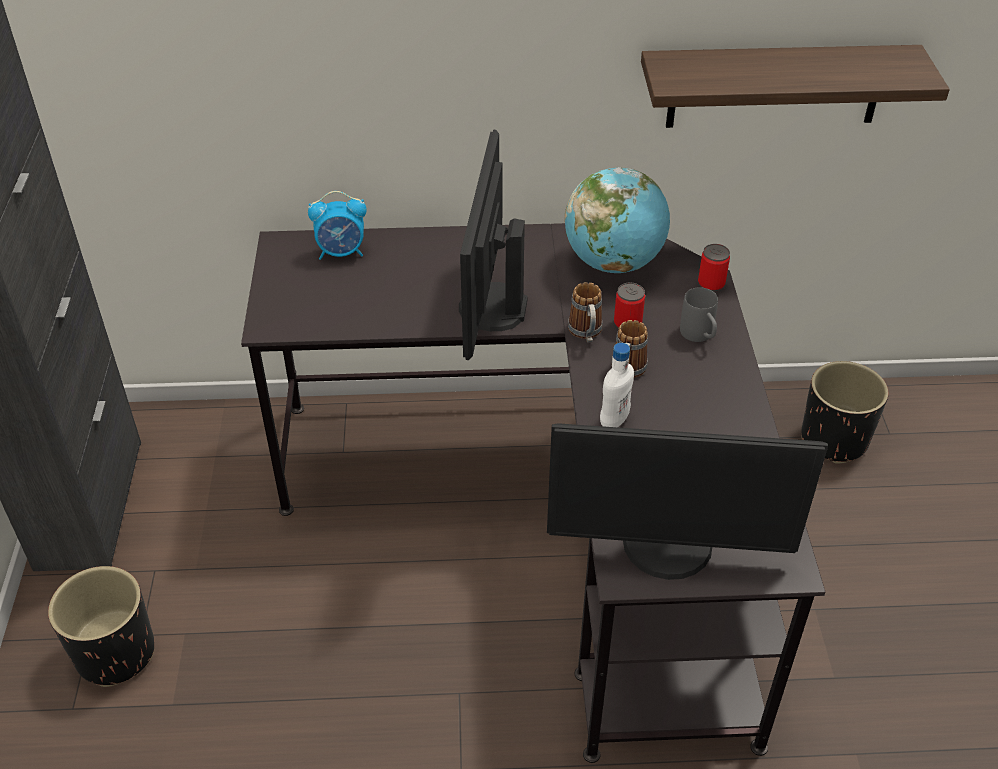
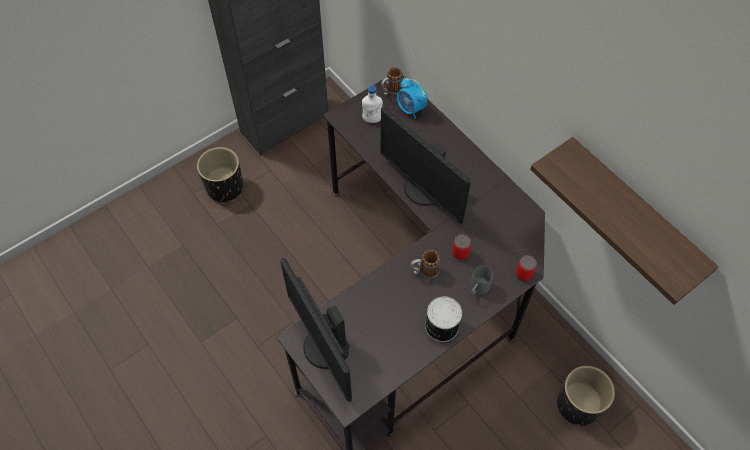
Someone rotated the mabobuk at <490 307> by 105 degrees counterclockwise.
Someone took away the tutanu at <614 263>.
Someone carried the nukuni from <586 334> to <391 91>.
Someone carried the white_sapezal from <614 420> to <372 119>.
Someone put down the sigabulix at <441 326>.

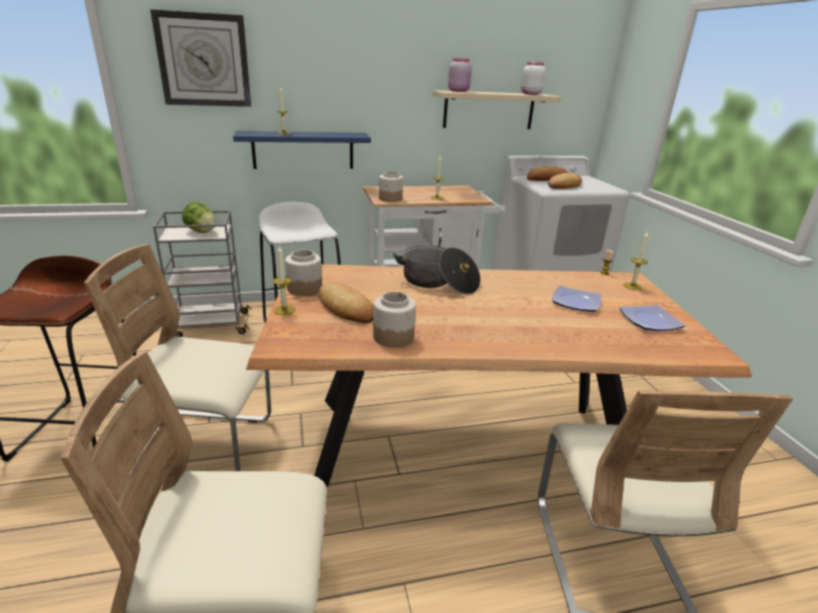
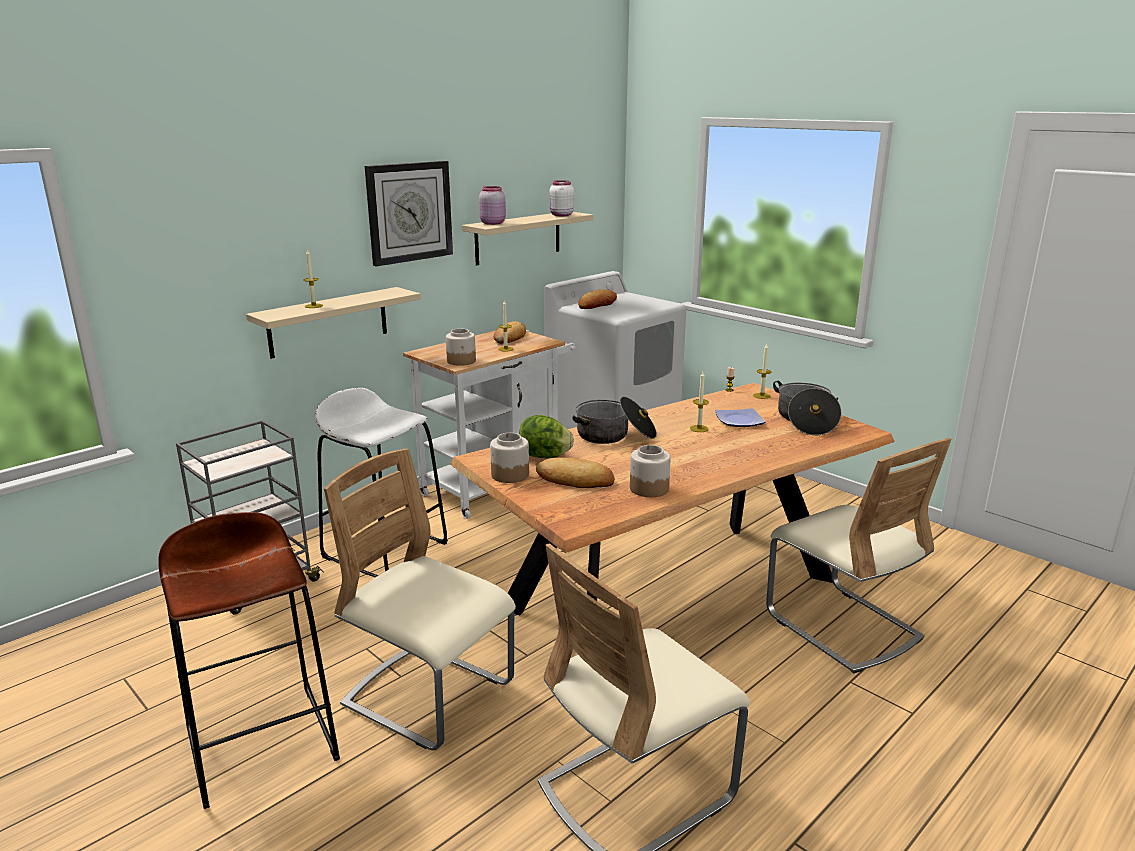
Someone carried the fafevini from <204 60> to <409 212>.
Someone repainted the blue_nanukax at <303 150>, which became the beige_nanukax at <328 322>.
Someone carried the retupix from <564 186> to <509 337>.
Someone carried the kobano from <201 232> to <544 456>.
Someone rotated the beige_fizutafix at <206 447> by 60 degrees clockwise.
Someone carried the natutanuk from <284 310> to <699 428>.
Someone swapped the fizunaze at <651 321> for the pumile at <805 420>.

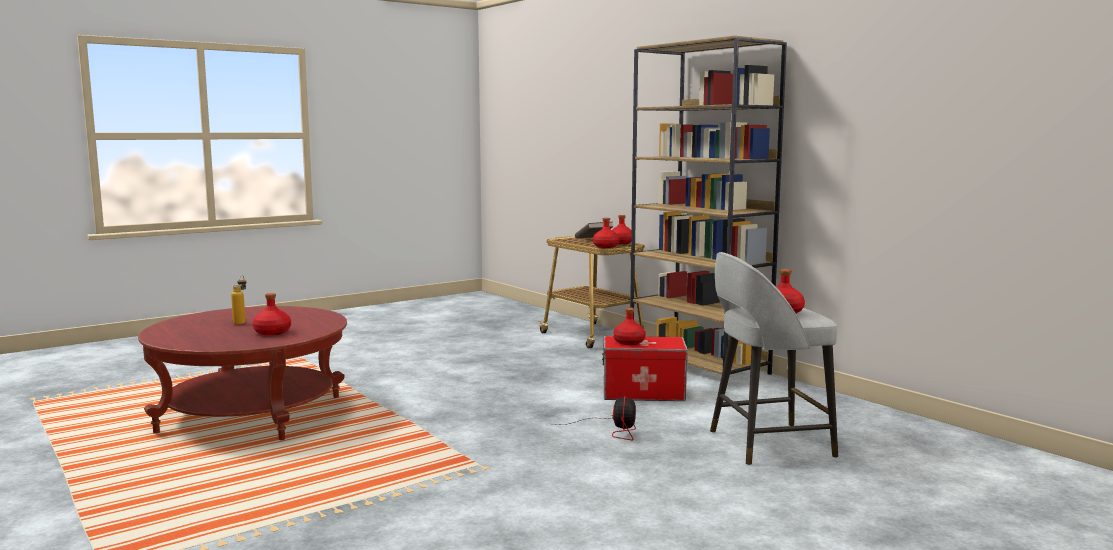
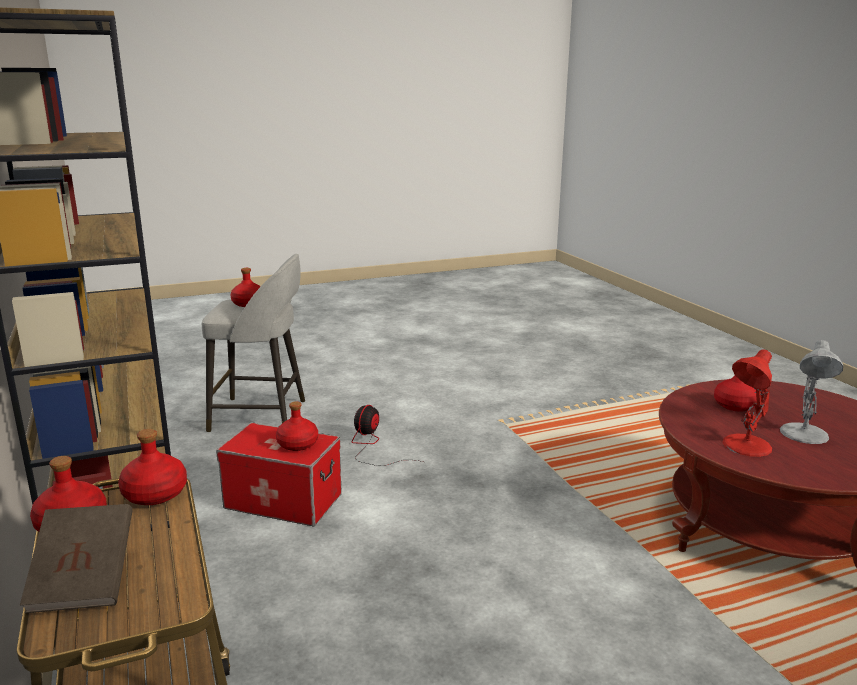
Someone swapped the sapezal at <241 322> for the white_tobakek at <804 434>.
Someone put down the red_tobakek at <745 446>.

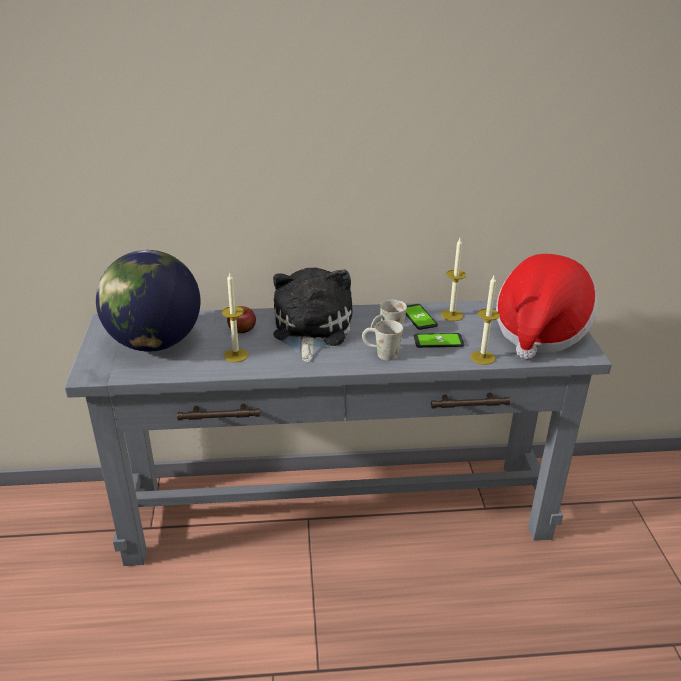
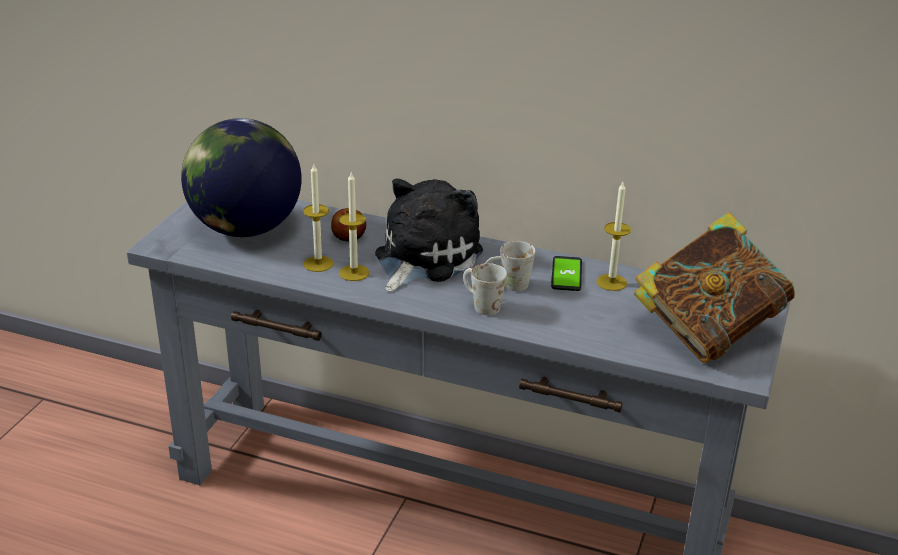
Someone swapped the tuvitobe at <539 332> for the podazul at <708 331>.
Someone carried the natutanuk from <482 357> to <354 273>.
Someone took away the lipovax at <438 341>.

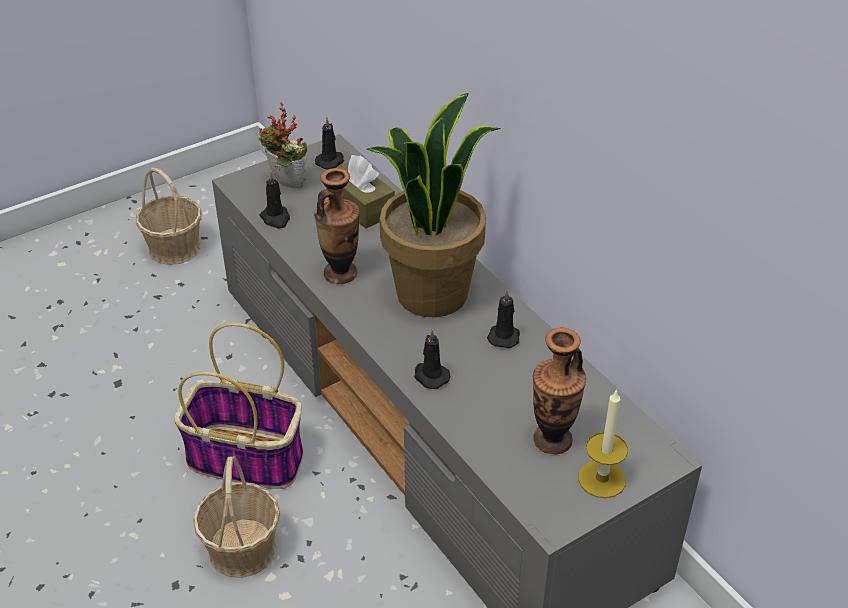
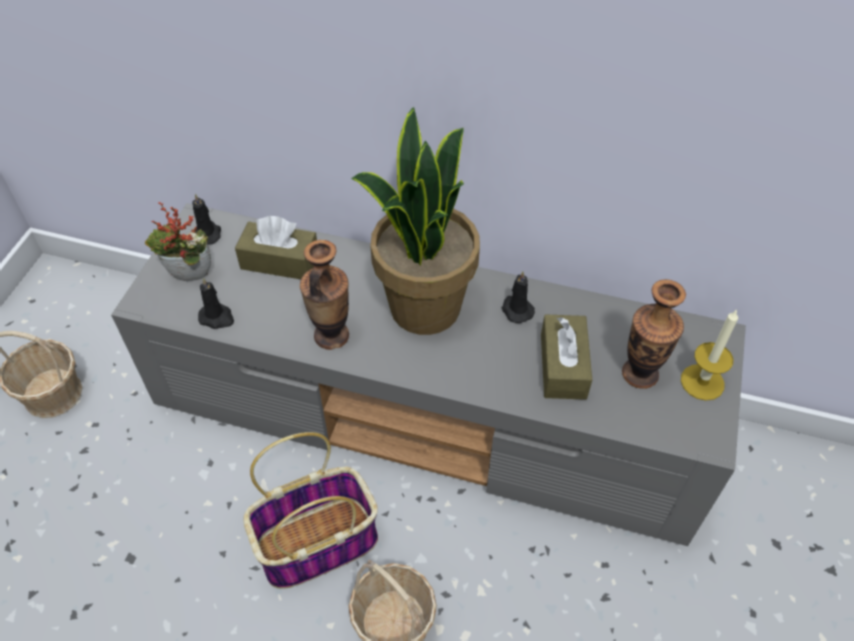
Someone took away the black_natutanuk at <430 376>.
Someone put down the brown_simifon at <563 366>.

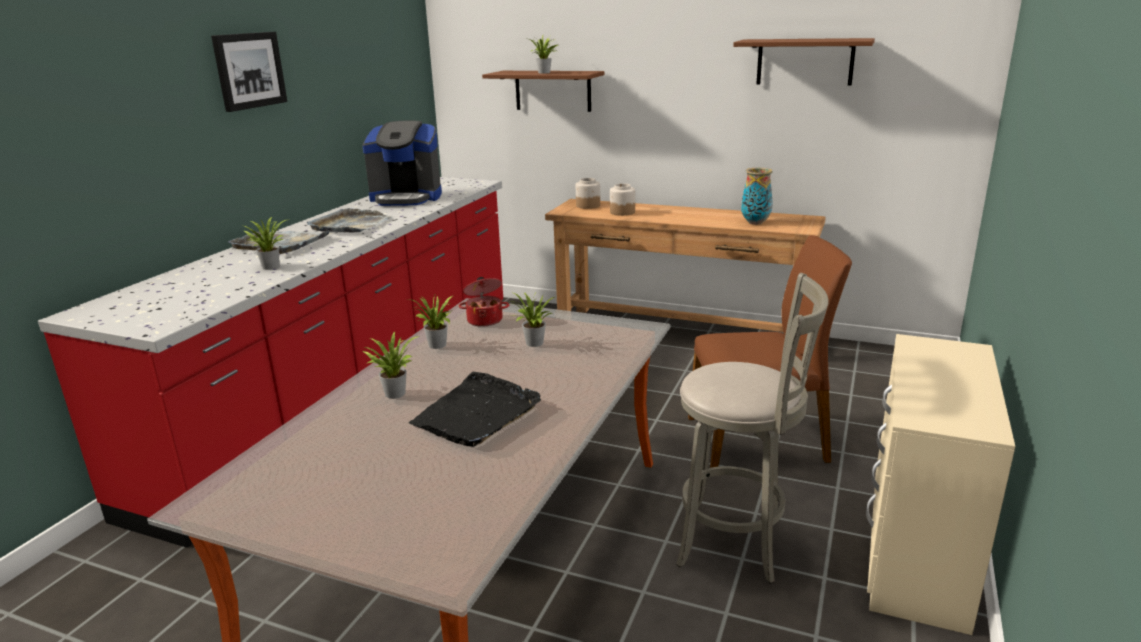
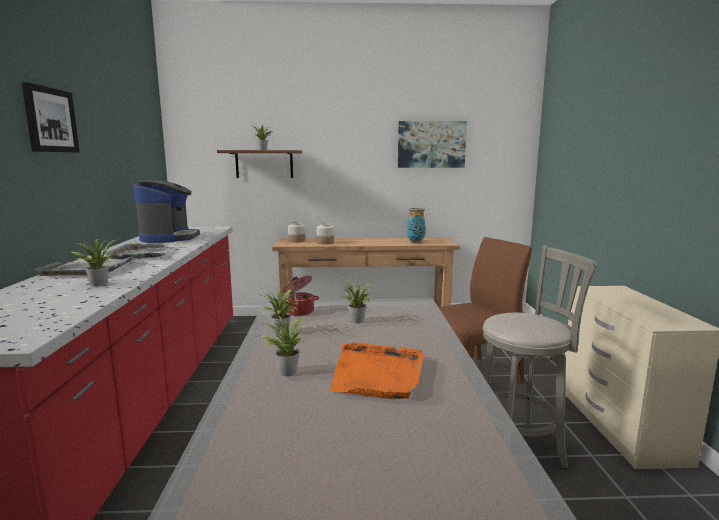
Someone swapped the brown_nanukax at <805 62> for the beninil at <431 144>.
Someone rotated the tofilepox at <406 198> by 75 degrees counterclockwise.
Someone repainted the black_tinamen at <477 414>, which became the orange_tinamen at <377 374>.

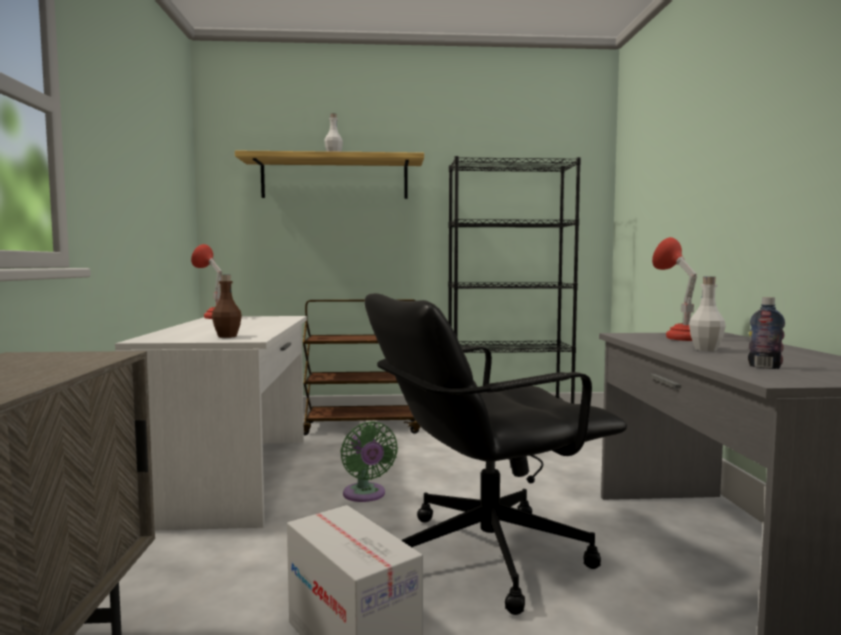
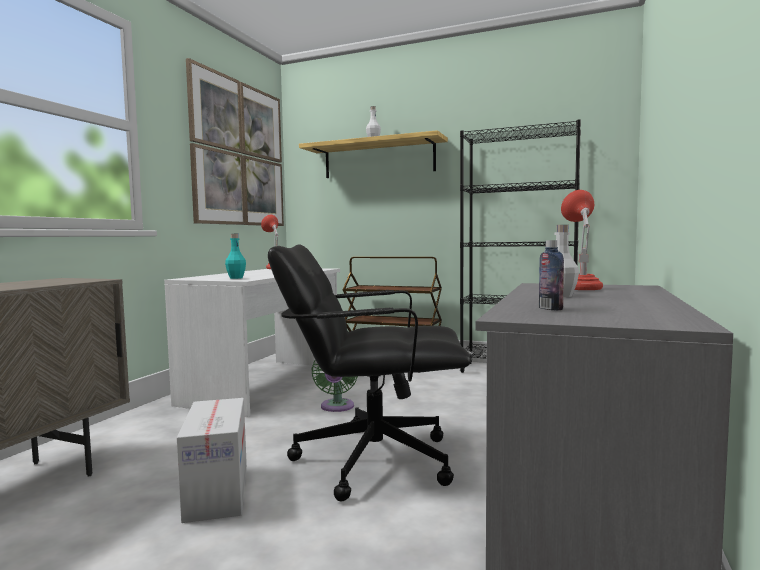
Someone repainted the brown_sapezal at <227 336>, which became the turquoise_sapezal at <236 278>.
Someone put up the beninil at <239 154>.

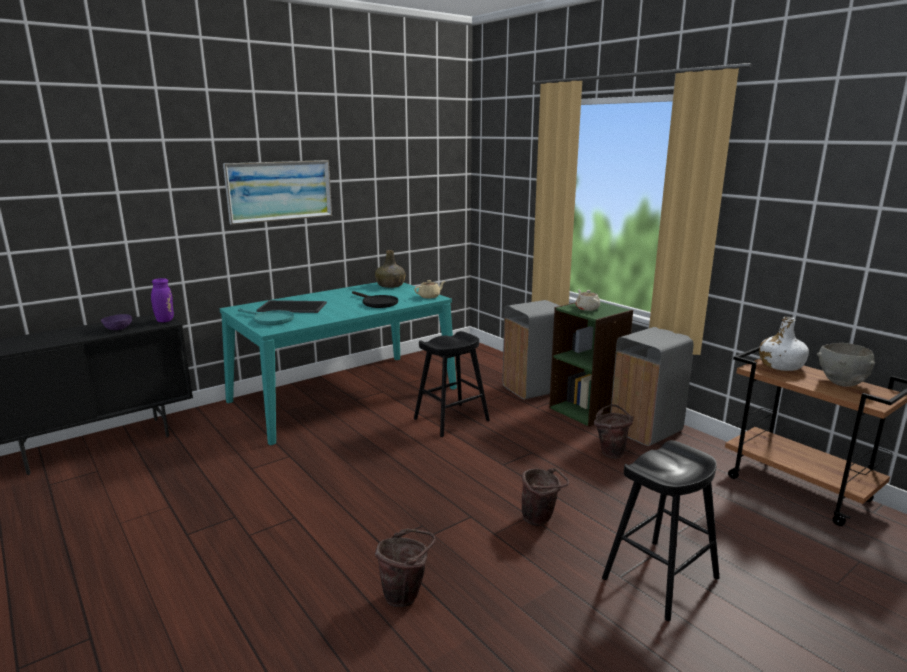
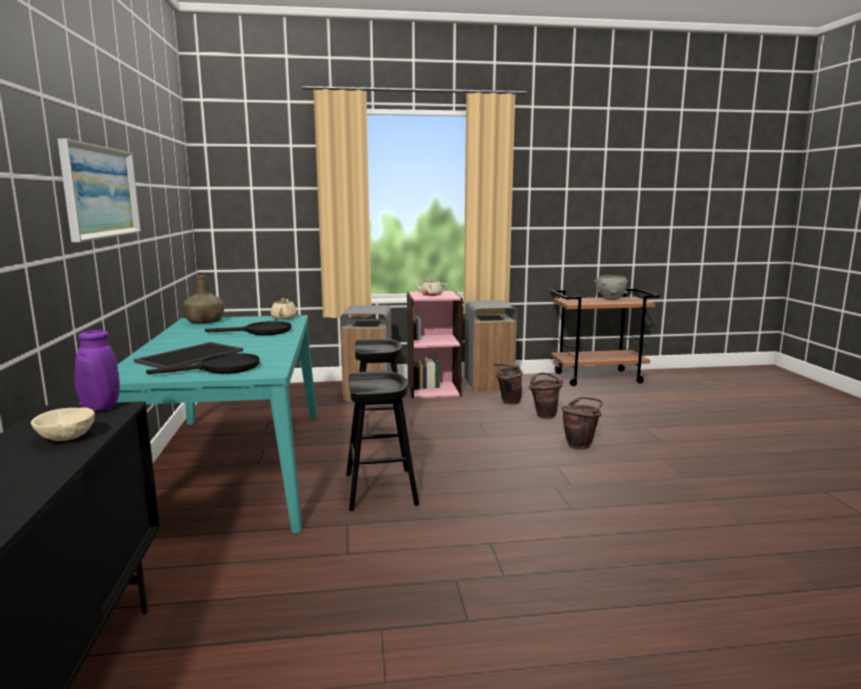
Someone repainted the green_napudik at <586 410>, which became the pink_napudik at <433 390>.
Someone repainted the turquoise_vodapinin at <269 319>, which became the black_vodapinin at <221 368>.
Someone repainted the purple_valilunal at <118 329>, which became the beige_valilunal at <67 437>.
Someone took away the white_sapezal at <780 366>.
Someone carried the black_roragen from <660 578> to <380 489>.
Someone carried the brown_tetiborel from <406 595> to <544 415>.

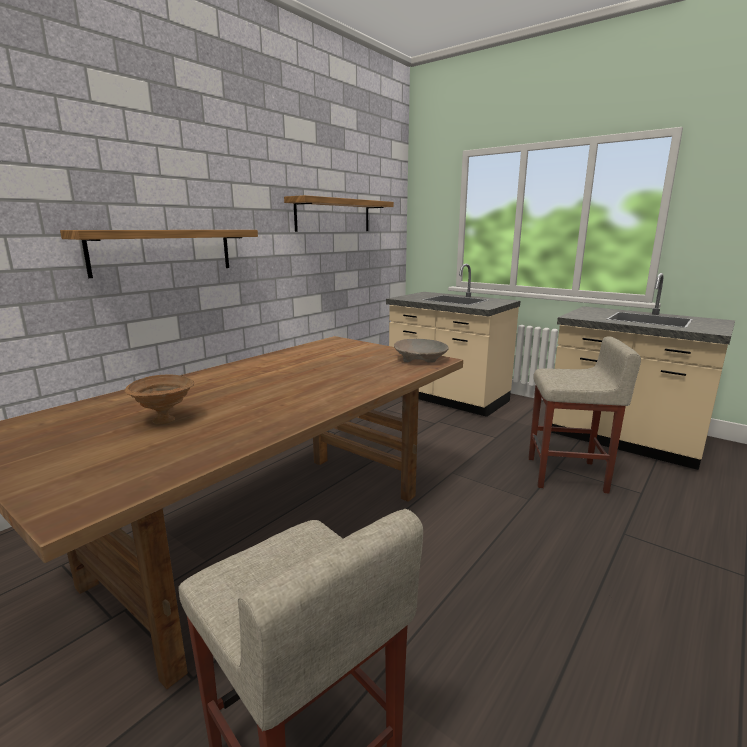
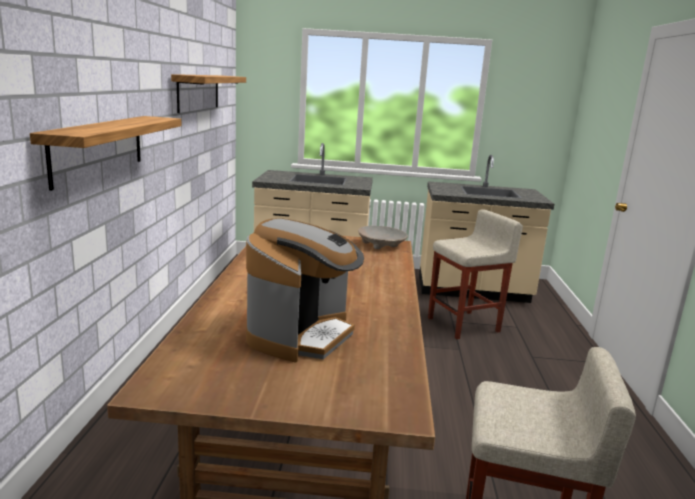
Someone swapped the brown_valilunal at <165 420> for the tofilepox at <302 336>.

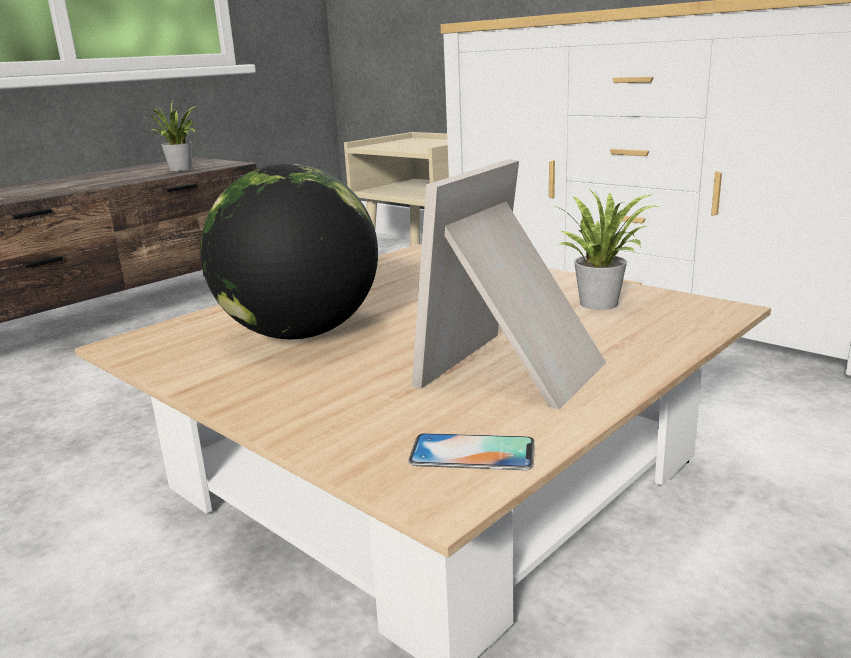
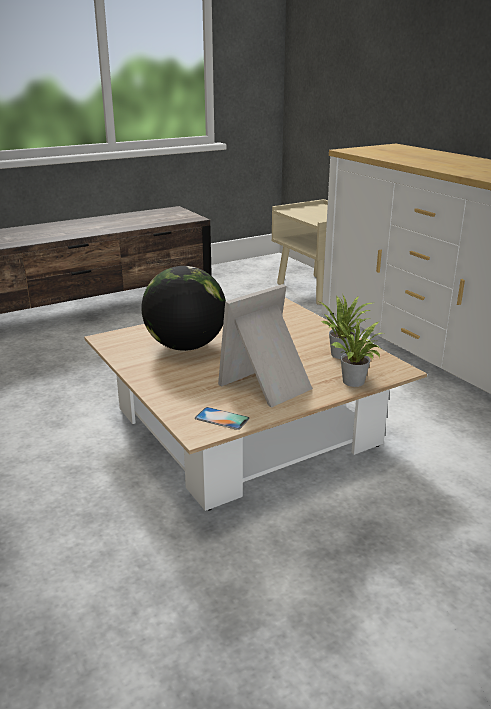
Someone carried the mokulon from <180 169> to <353 383>.

